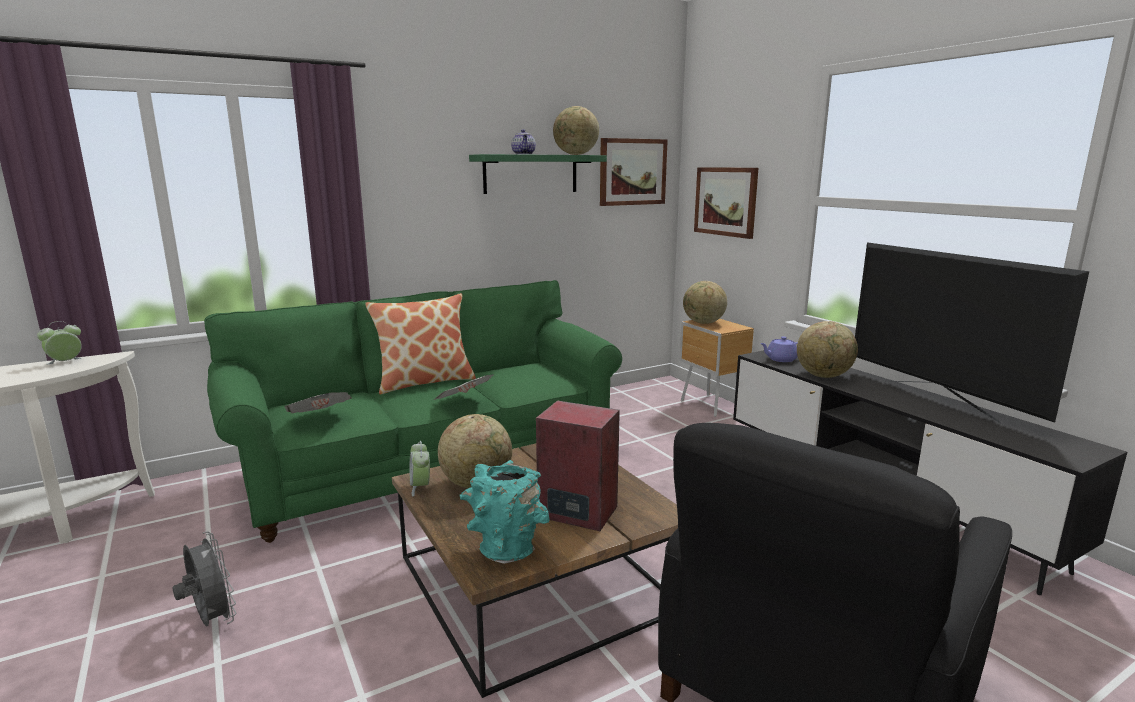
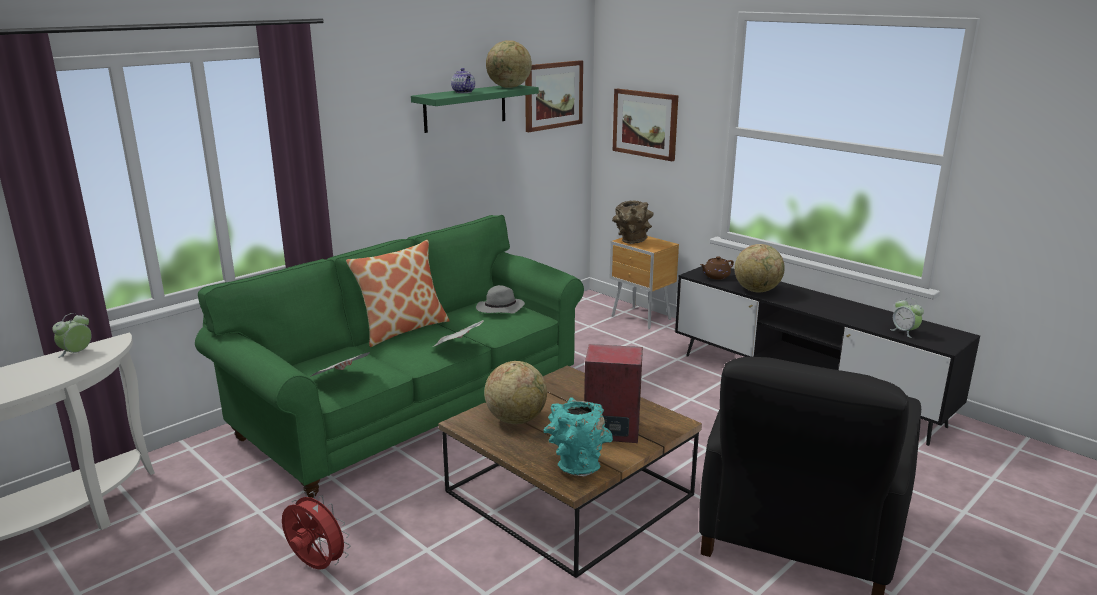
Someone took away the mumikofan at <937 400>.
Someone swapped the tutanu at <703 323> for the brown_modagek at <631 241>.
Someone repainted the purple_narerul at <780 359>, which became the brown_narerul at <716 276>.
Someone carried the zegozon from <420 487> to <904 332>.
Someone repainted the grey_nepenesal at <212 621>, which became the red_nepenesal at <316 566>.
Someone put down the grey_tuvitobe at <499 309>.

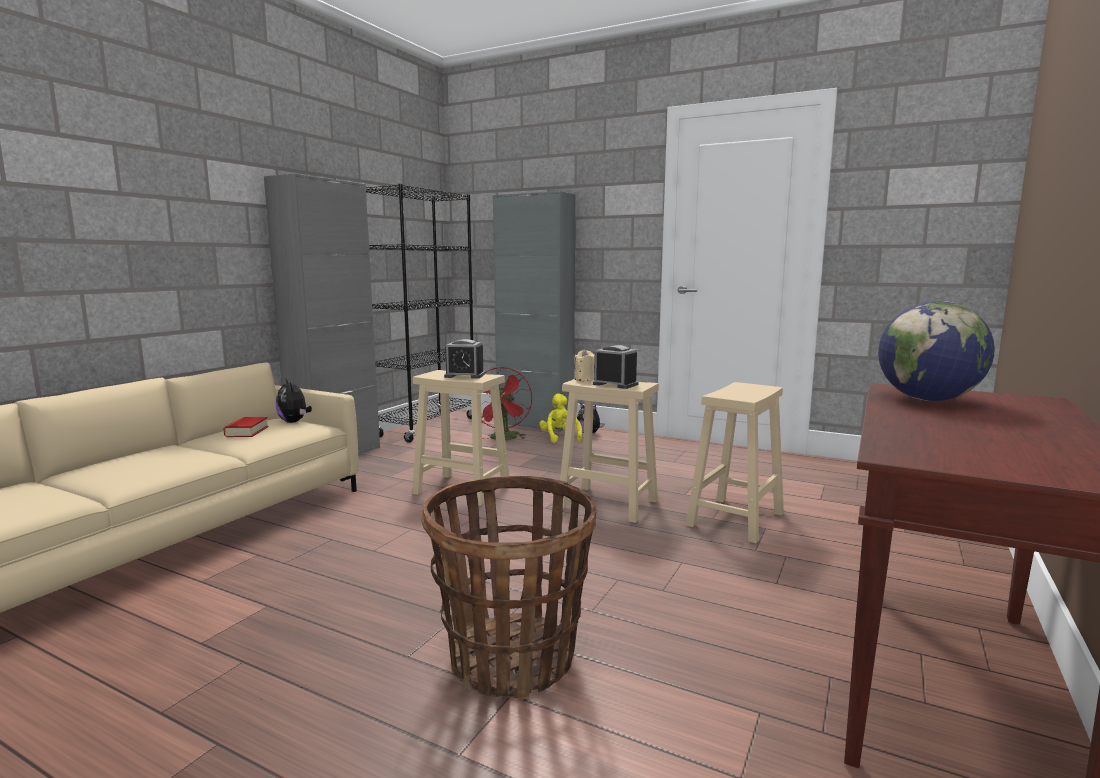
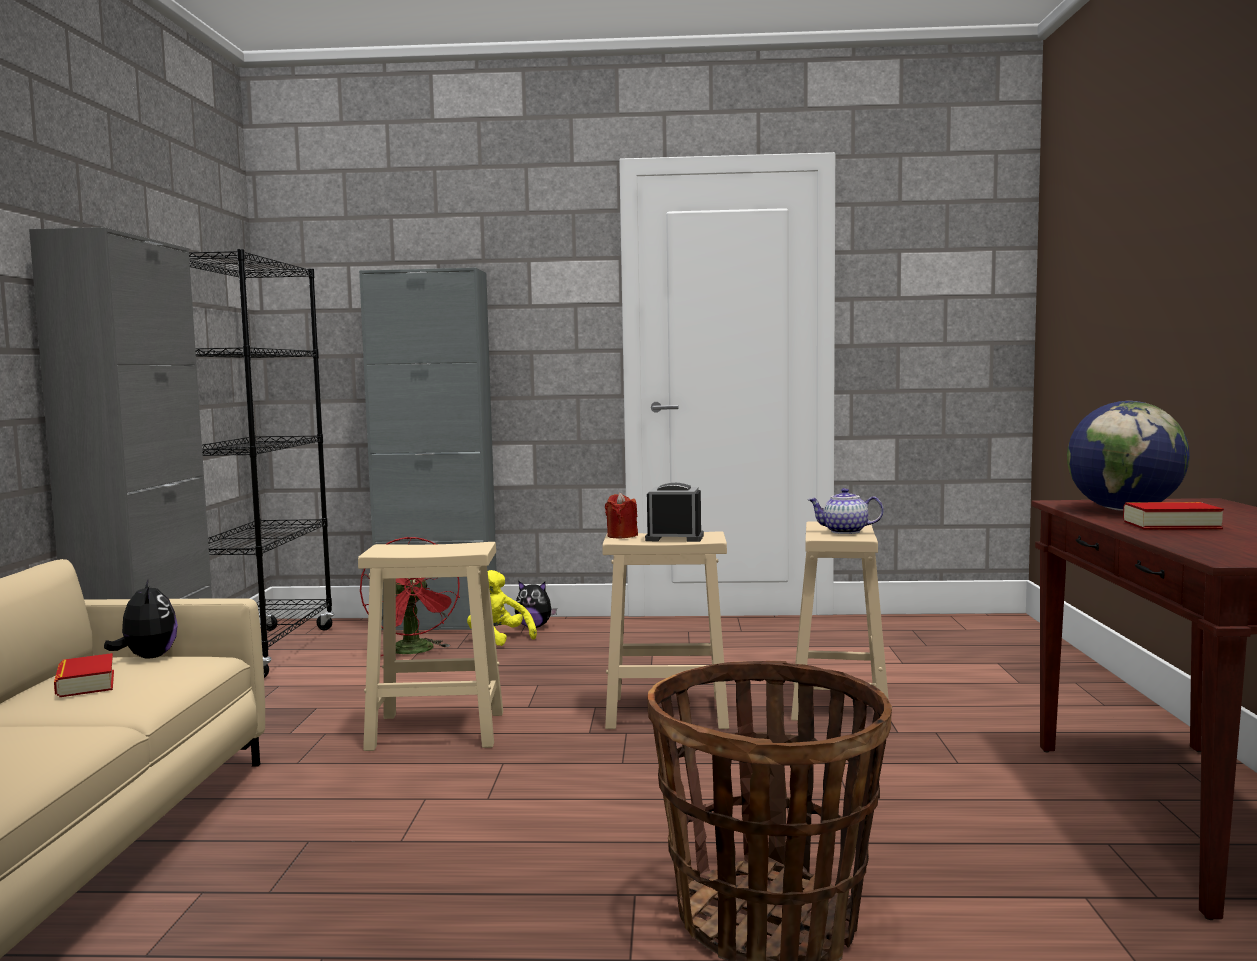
Someone took away the zegozon at <464 375>.
Someone repainted the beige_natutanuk at <584 379>, which became the red_natutanuk at <622 536>.
Someone rotated the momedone at <294 422> by 150 degrees counterclockwise.
Someone put down the narerul at <844 532>.
Someone put down the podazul at <1171 525>.

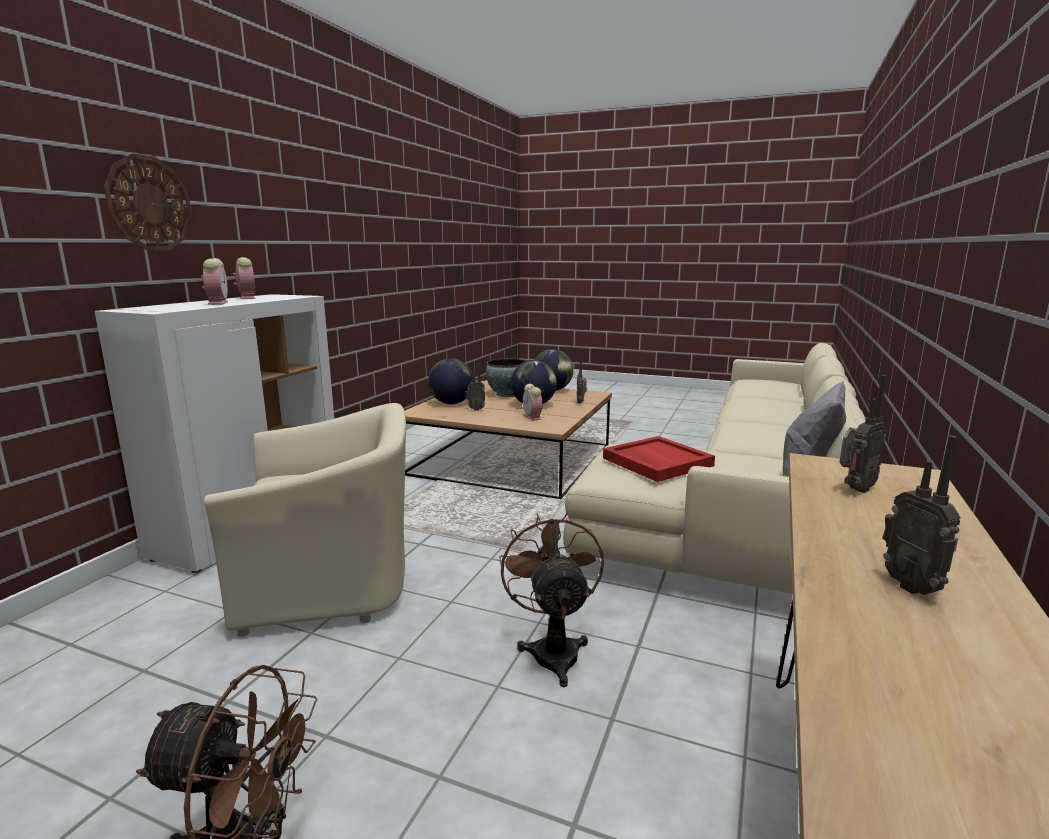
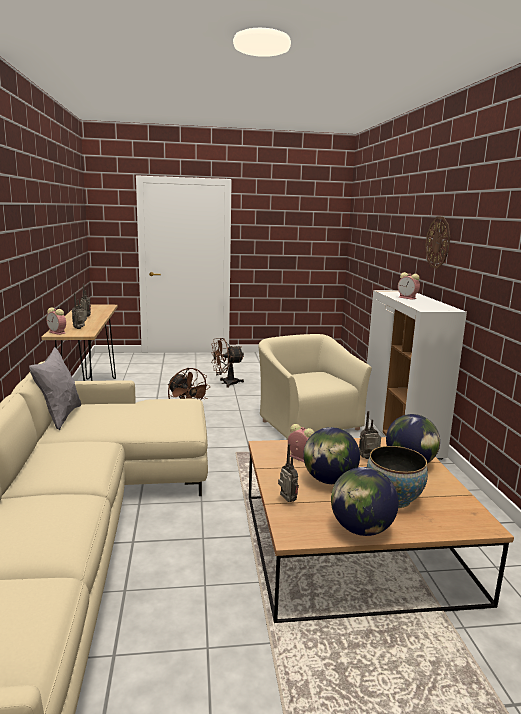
Someone carried the zegozon from <247 298> to <58 333>.
Someone rotated the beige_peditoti at <331 580> by 105 degrees clockwise.
Someone took away the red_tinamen at <656 462>.

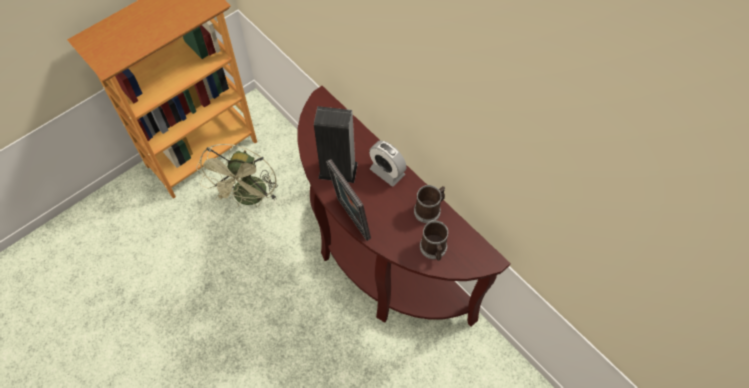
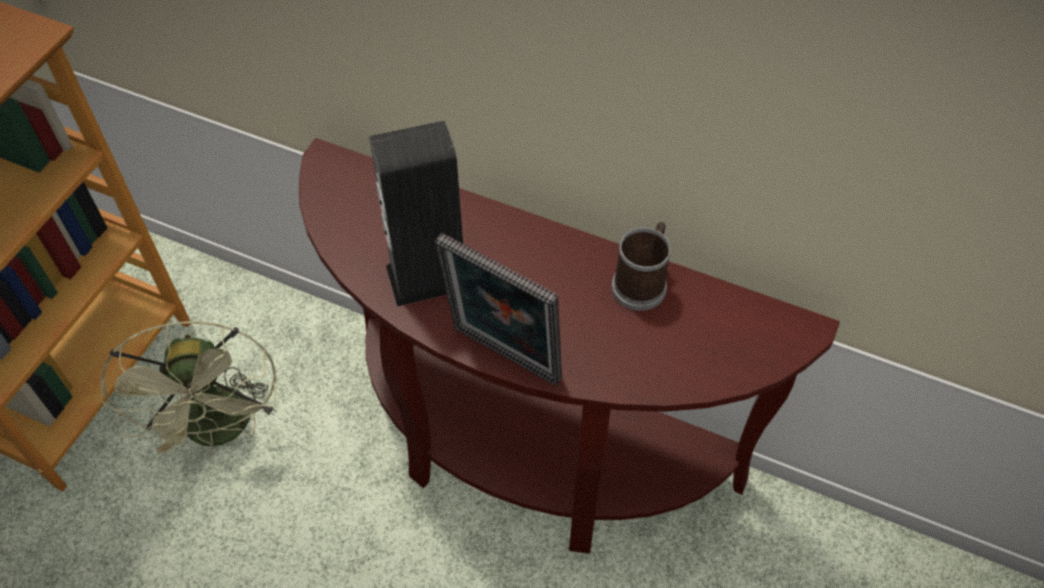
Someone took away the zegozon at <387 172>.
Someone took away the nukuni at <434 249>.

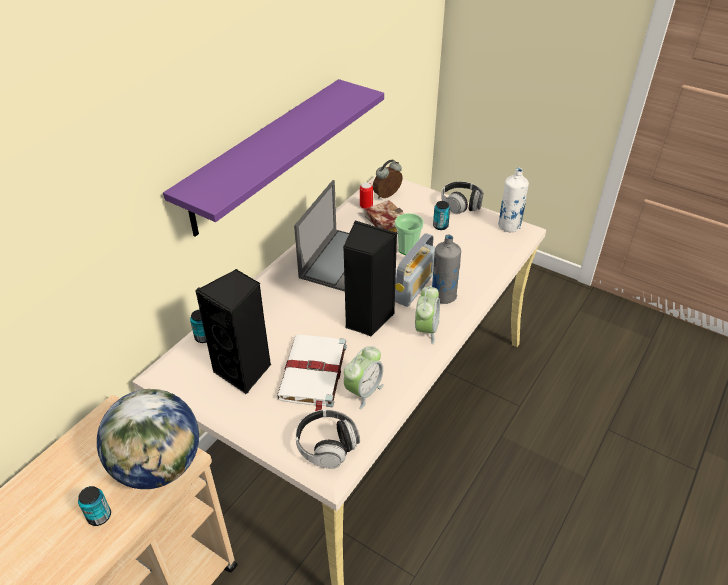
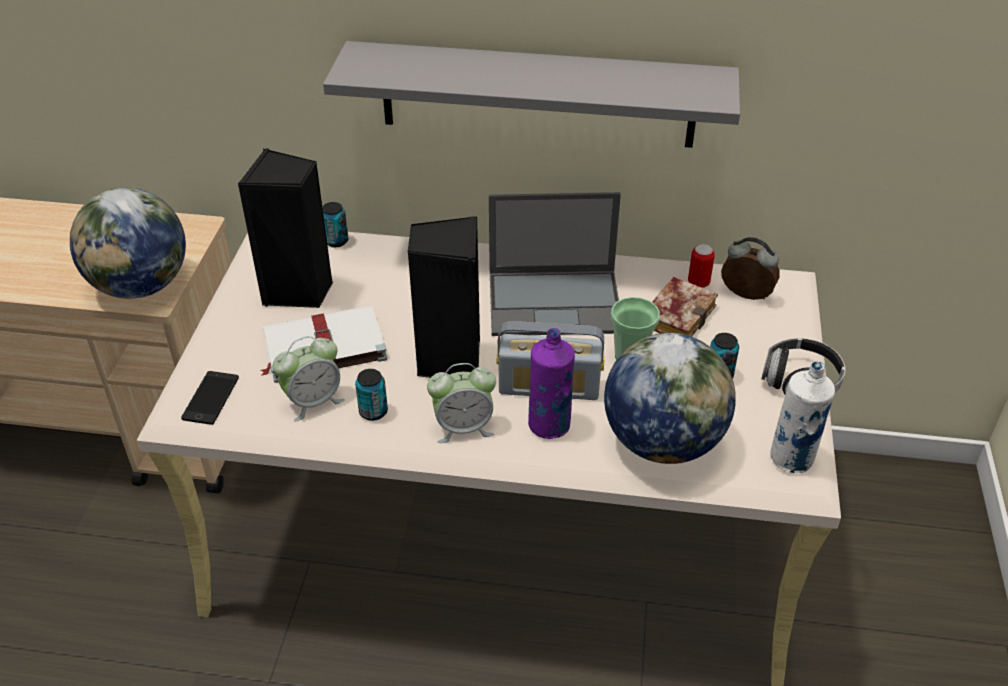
Someone repainted the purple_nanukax at <264 156>, which became the grey_nanukax at <537 95>.
Someone repainted the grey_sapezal at <443 296>, which became the purple_sapezal at <549 425>.
Someone rotated the zegozon at <363 391> by 45 degrees counterclockwise.
Someone swapped the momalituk at <327 446> for the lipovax at <211 398>.
Someone carried the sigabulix from <99 516> to <373 412>.
Someone put down the tutanu at <663 442>.

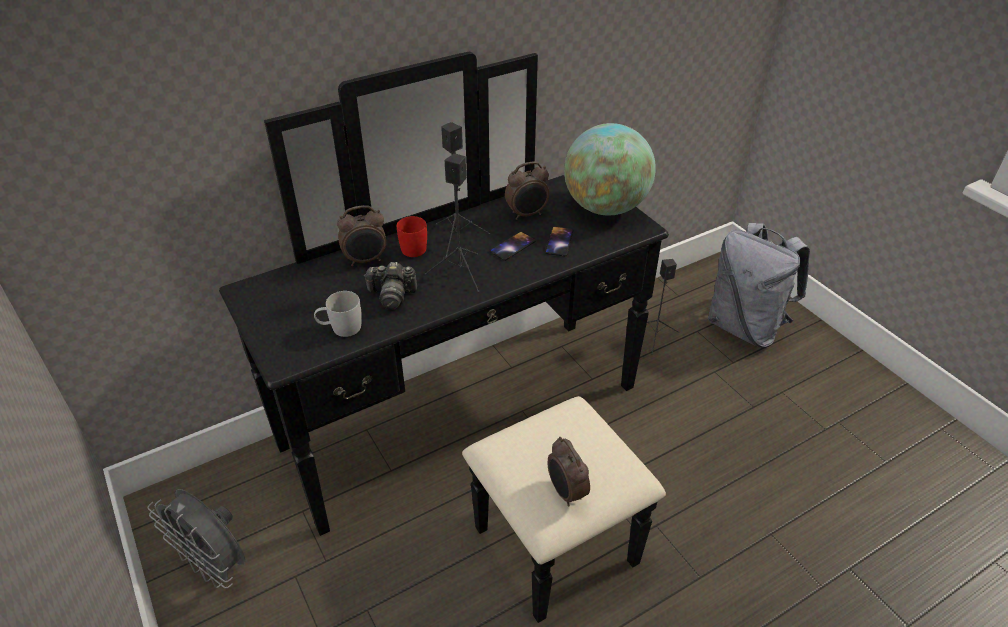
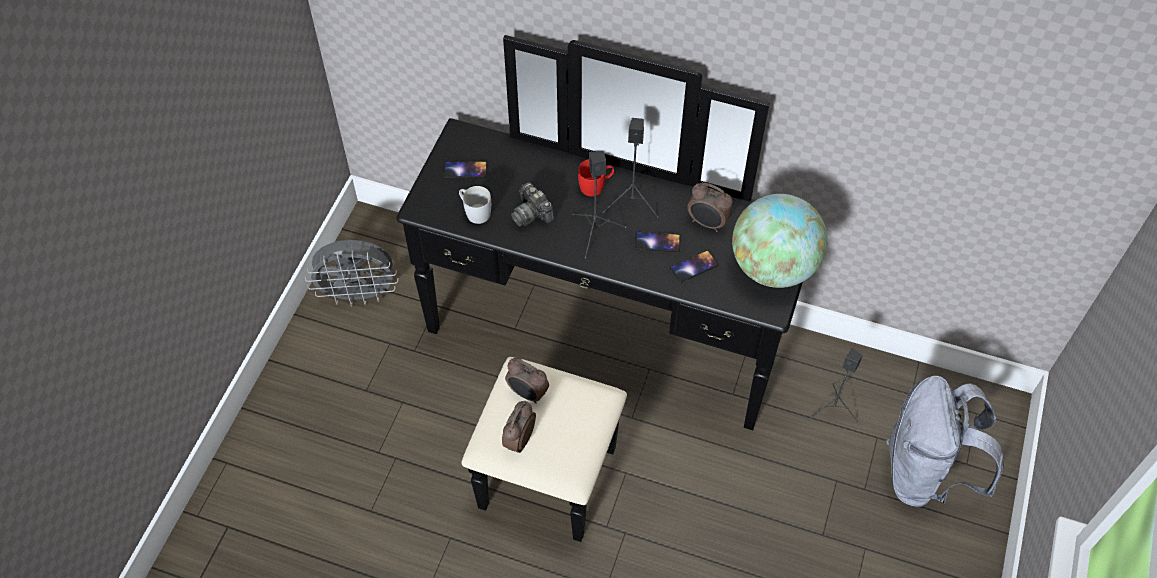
Someone carried the zegozon from <366 260> to <527 394>.
Someone rotated the grey_nepenesal at <215 565> by 90 degrees counterclockwise.
Someone put down the lipovax at <465 170>.

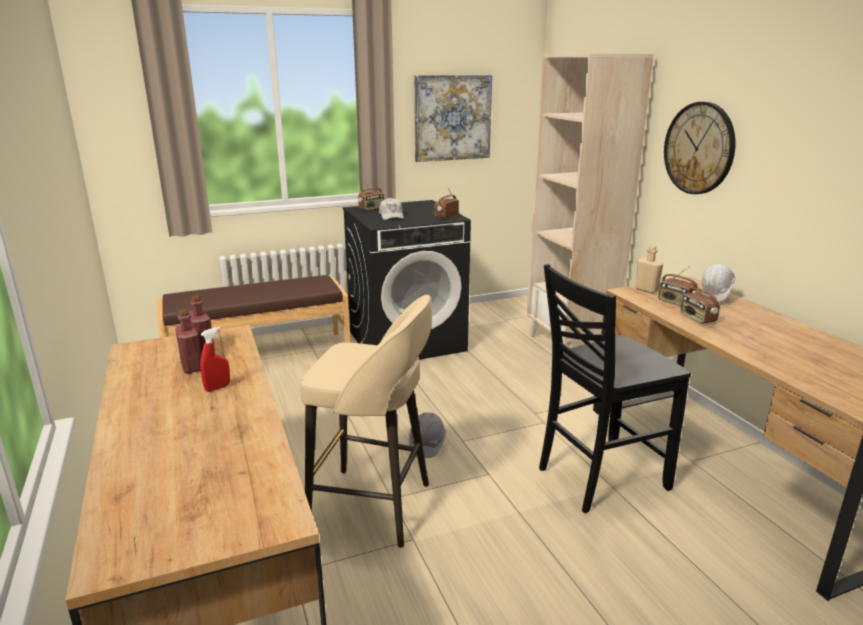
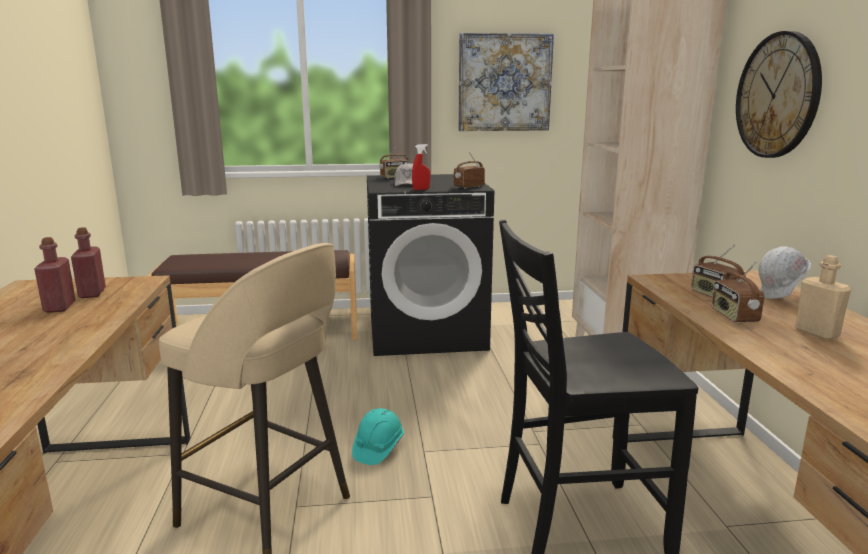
Someone carried the beige_sapezal from <646 290> to <817 333>.
Someone carried the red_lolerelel from <217 388> to <421 189>.
Someone repainted the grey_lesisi at <426 444>, which became the turquoise_lesisi at <378 448>.

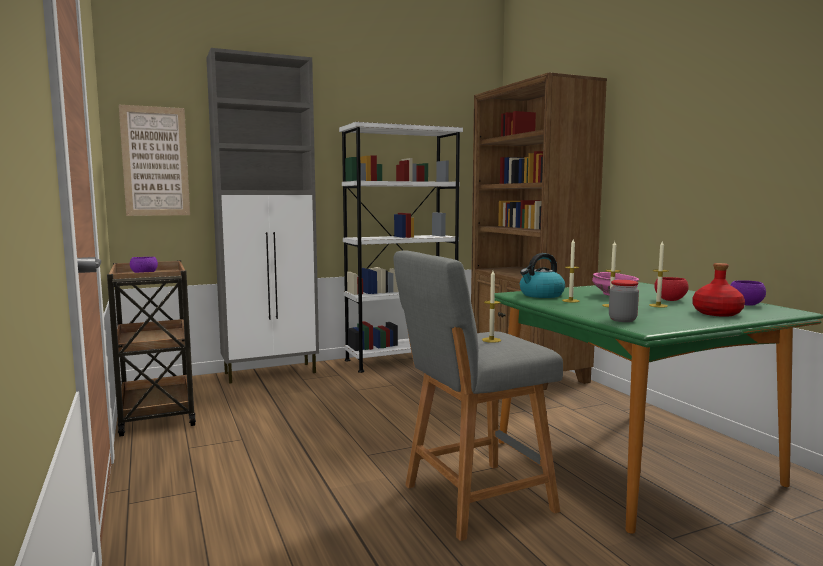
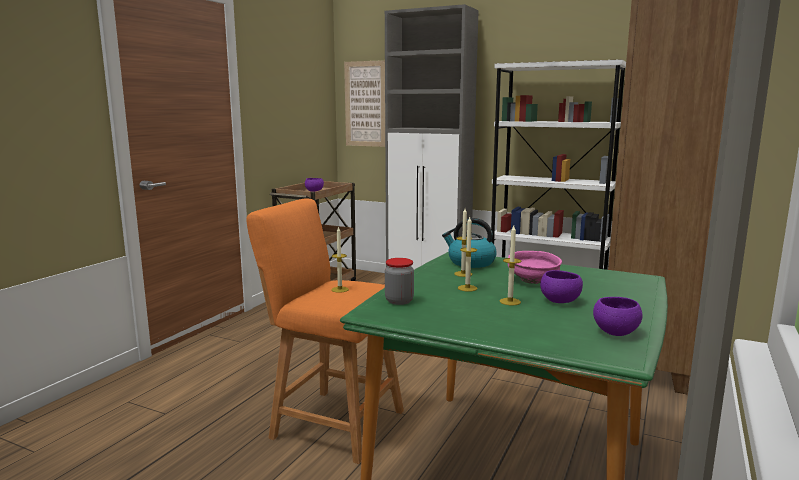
Someone repainted the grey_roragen at <472 500>, which became the orange_roragen at <332 422>.
Someone took away the red_sapezal at <716 313>.
Someone repainted the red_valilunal at <670 300>, which became the purple_valilunal at <560 301>.

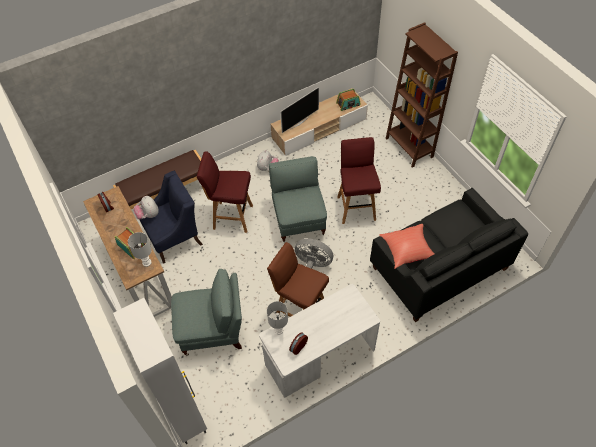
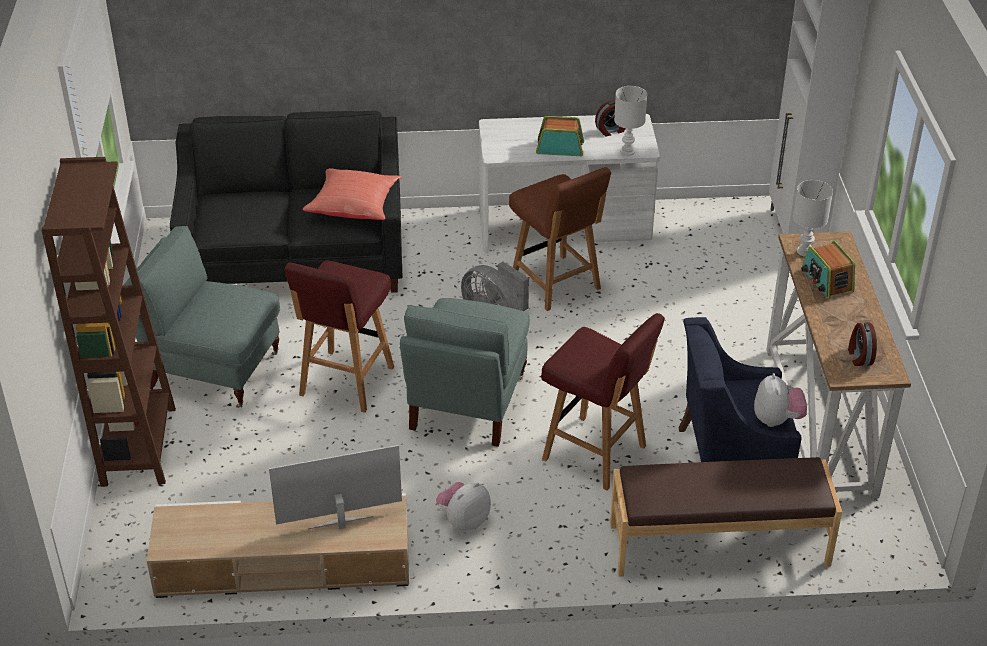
Someone carried the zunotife from <348 104> to <560 147>.
Someone carried the grey_peditoti from <212 331> to <213 370>.

